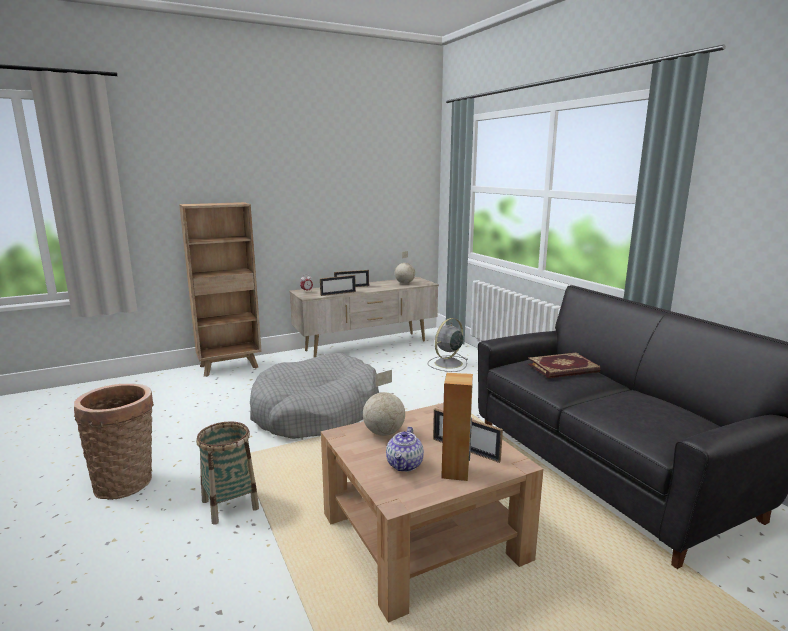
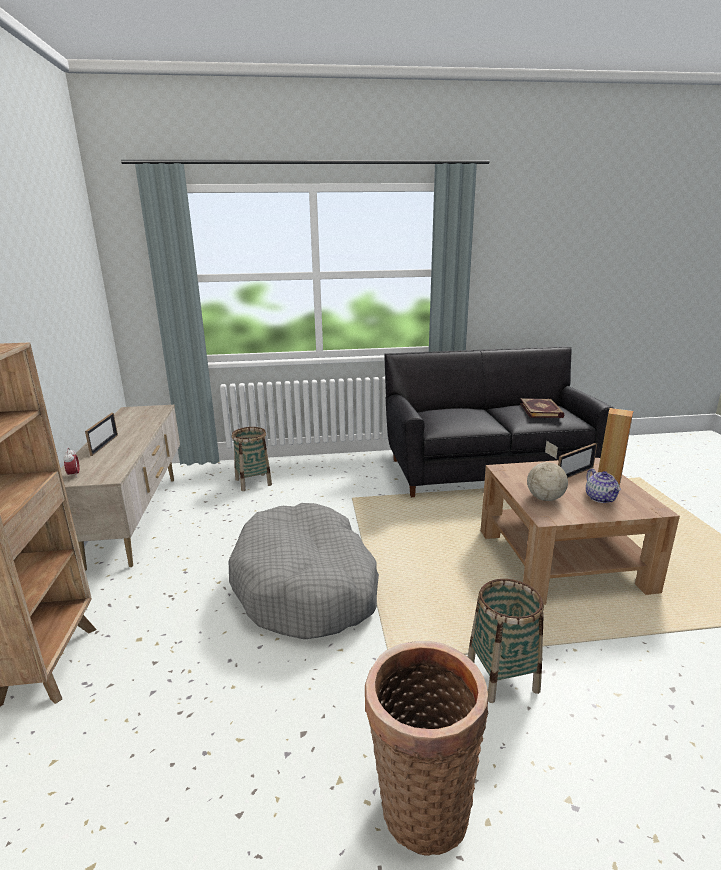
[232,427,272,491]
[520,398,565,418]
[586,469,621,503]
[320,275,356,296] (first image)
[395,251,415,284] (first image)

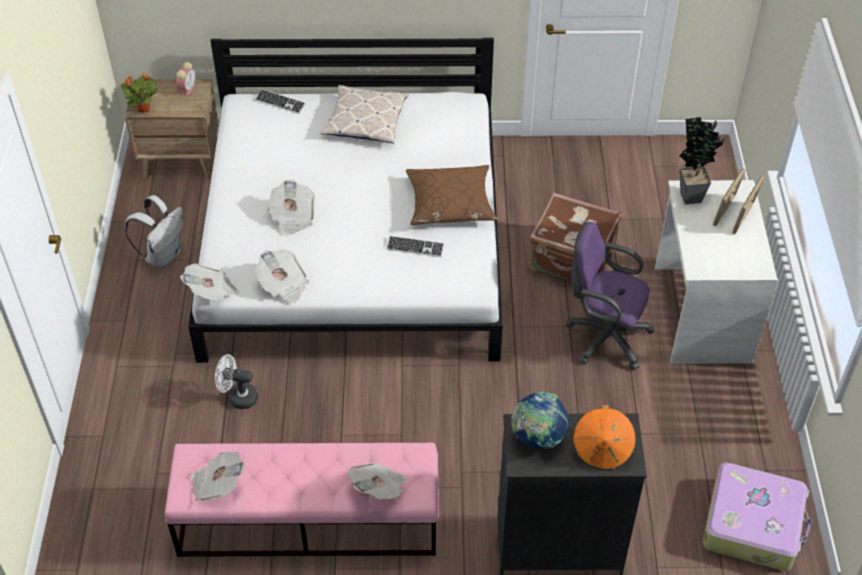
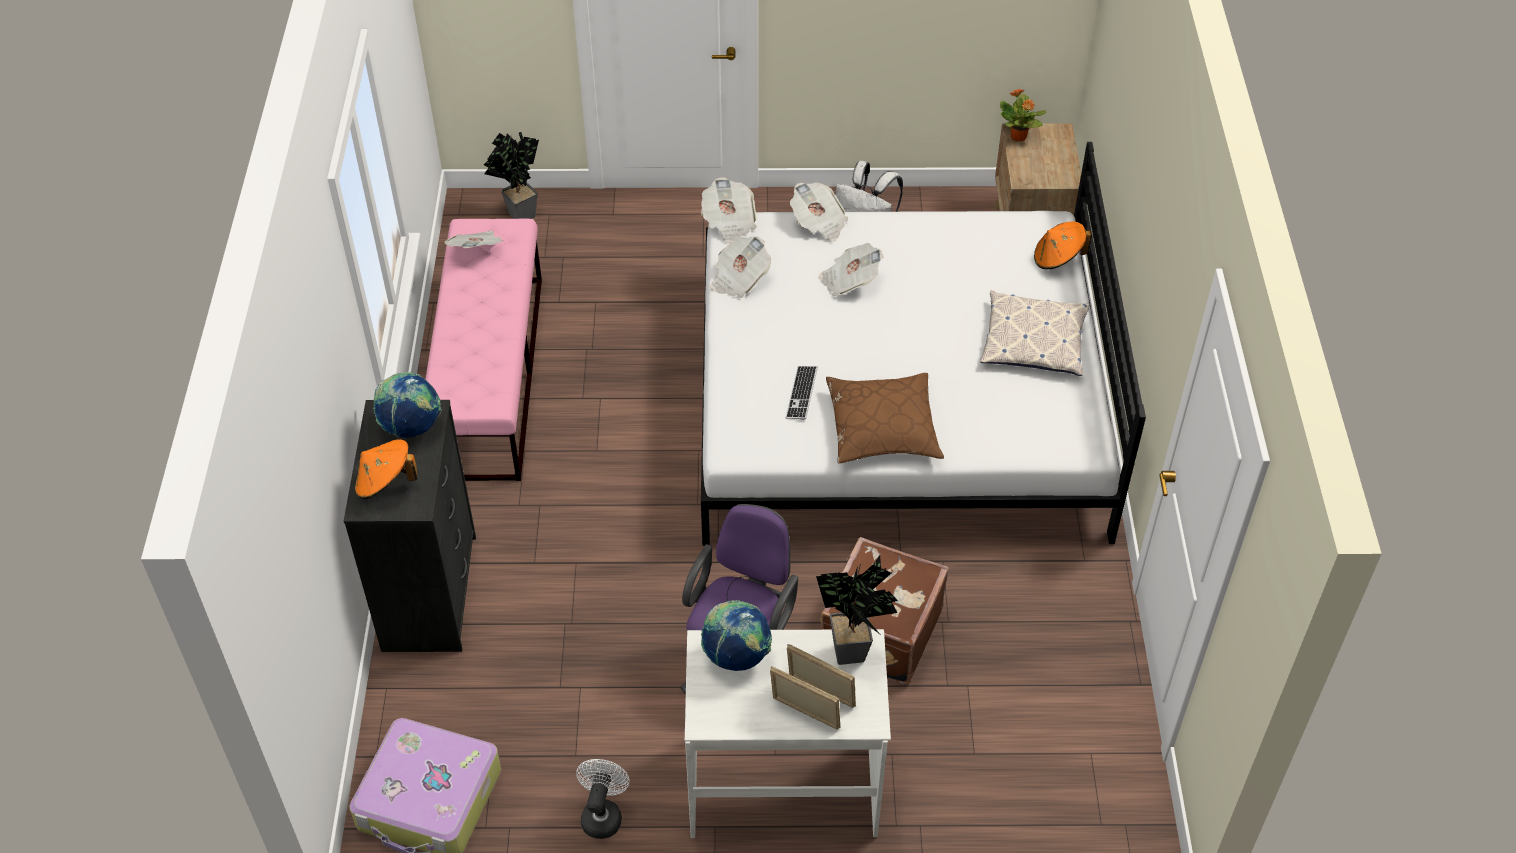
[484,132,539,219]
[576,759,630,839]
[701,600,772,671]
[790,182,848,242]
[1034,221,1091,269]
[176,62,195,96] (first image)

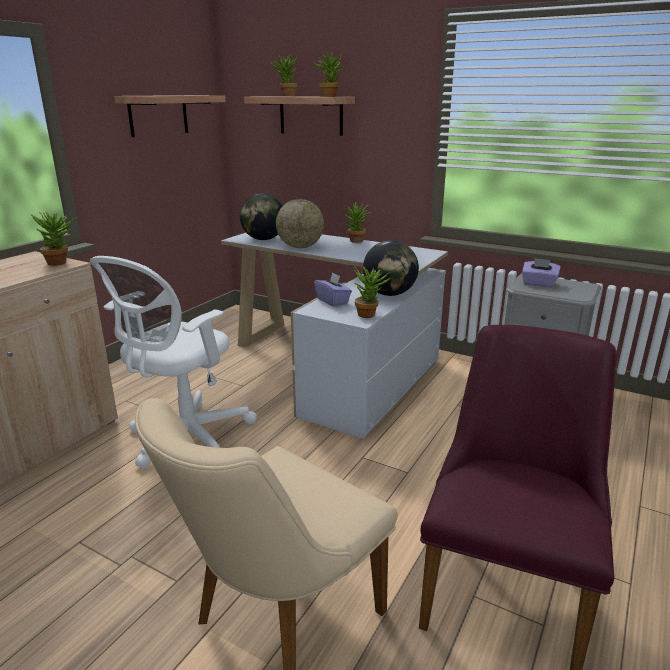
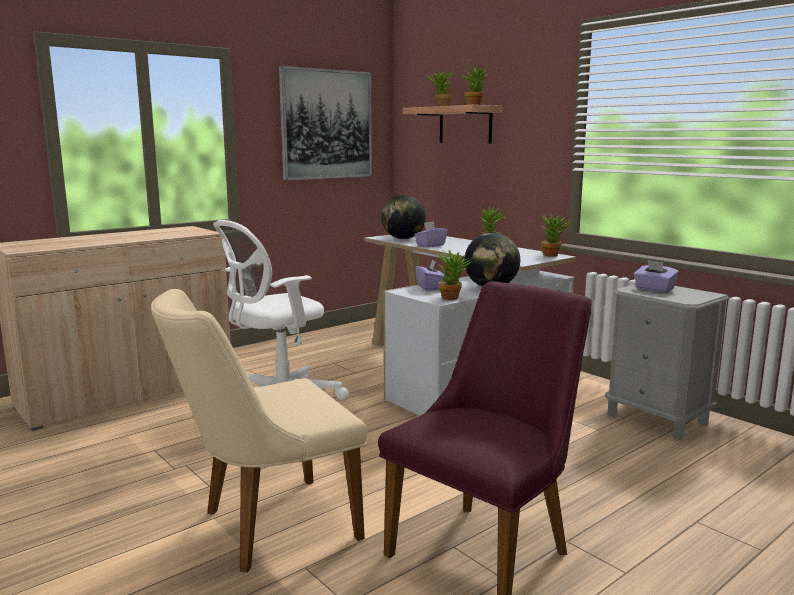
[279,66,372,180]
[414,222,448,247]
[541,213,572,257]

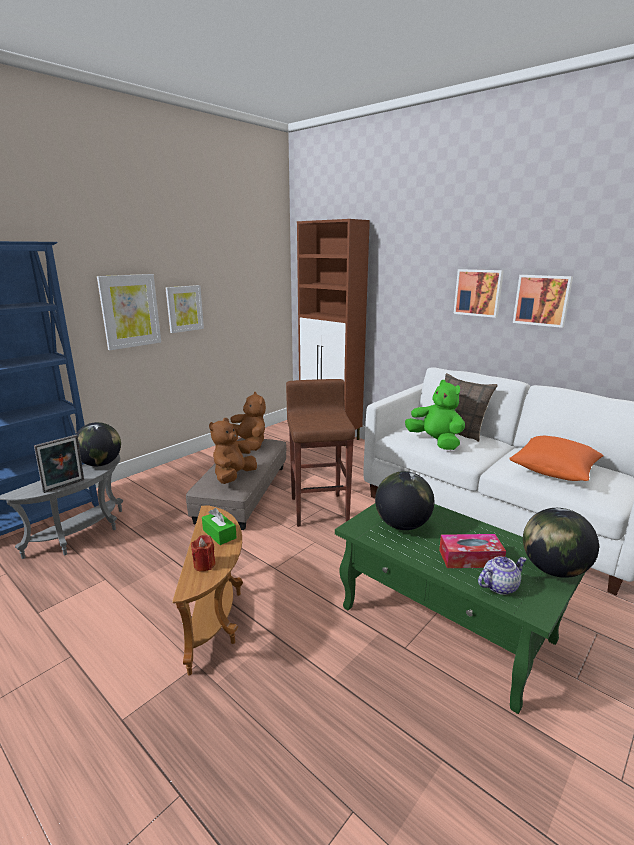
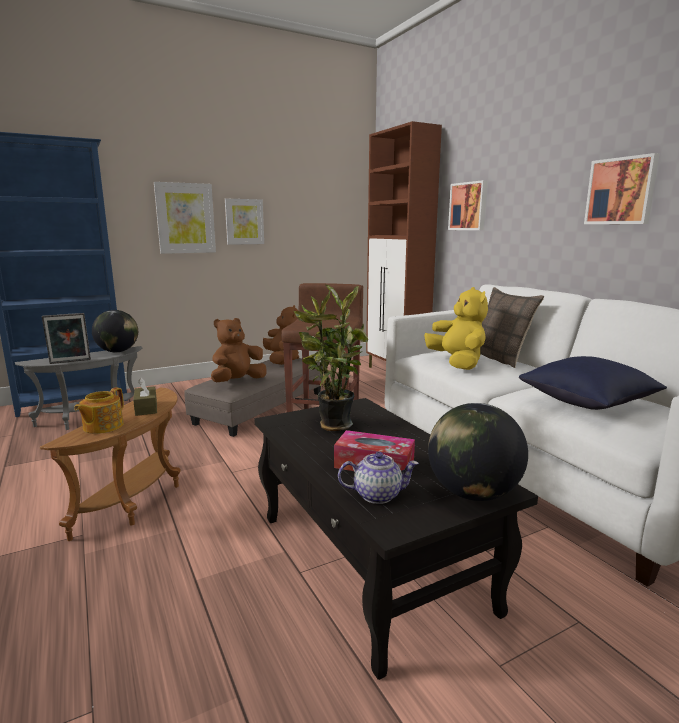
[74,387,124,434]
[133,378,157,416]
[254,398,538,680]
[294,284,368,431]
[424,287,488,370]
[448,180,488,230]
[519,356,667,410]

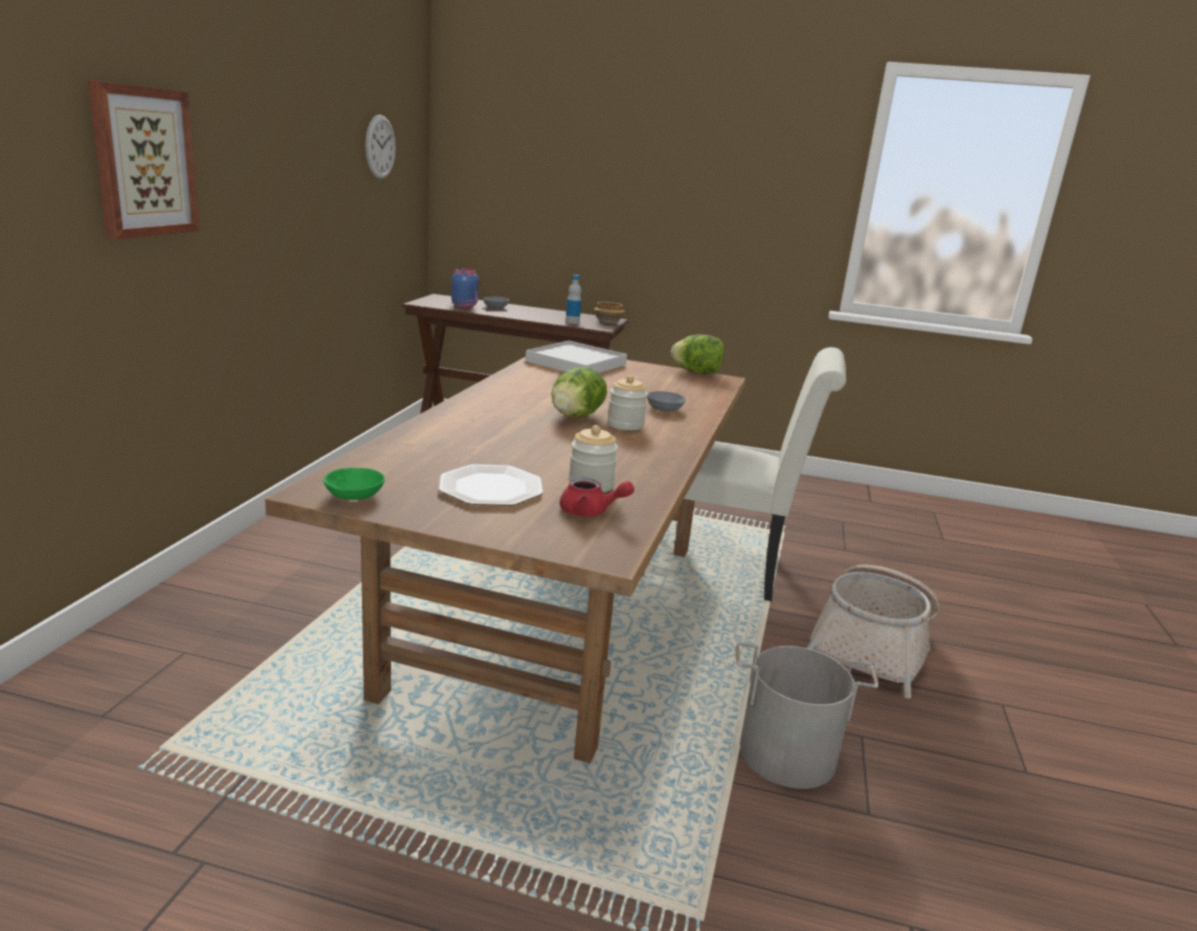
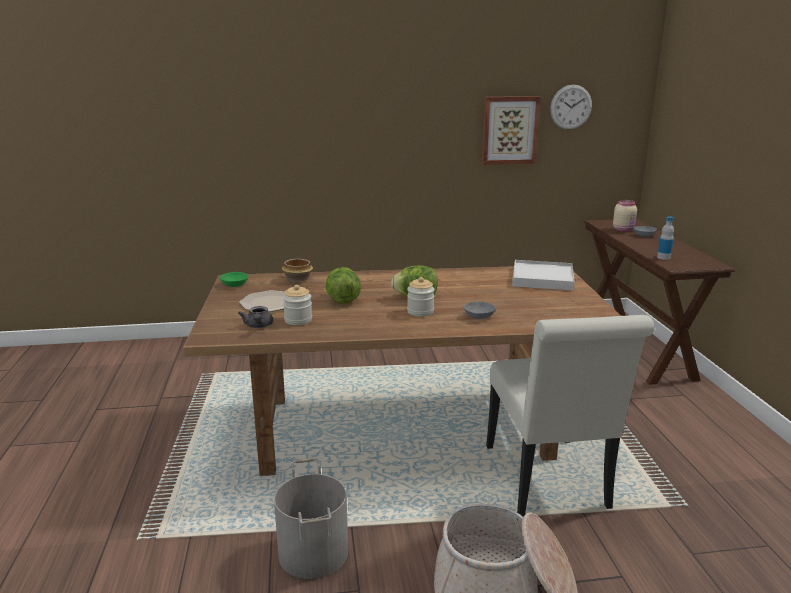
[238,306,273,328]
[282,259,313,282]
[325,267,361,304]
[482,96,541,165]
[613,200,637,232]

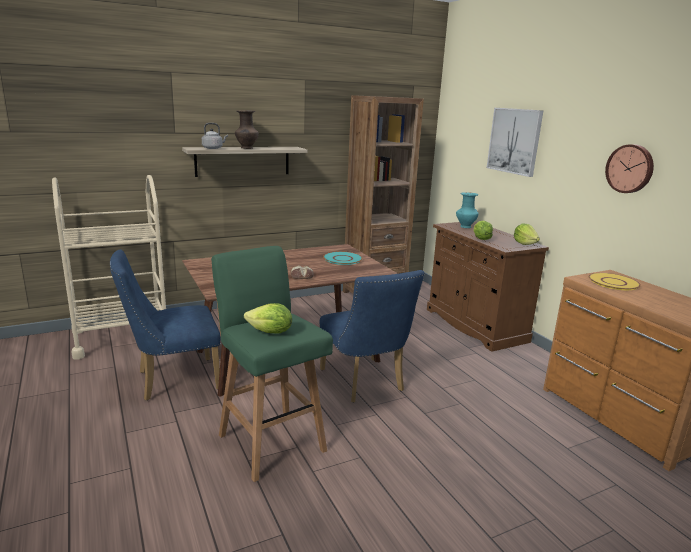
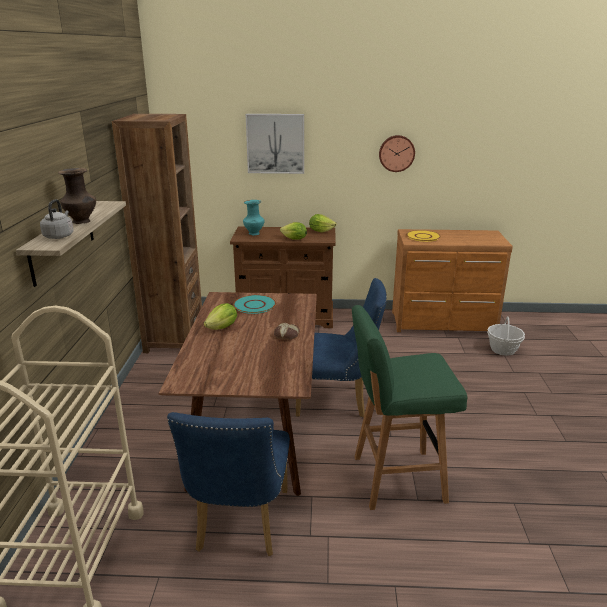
[204,303,237,330]
[487,316,525,356]

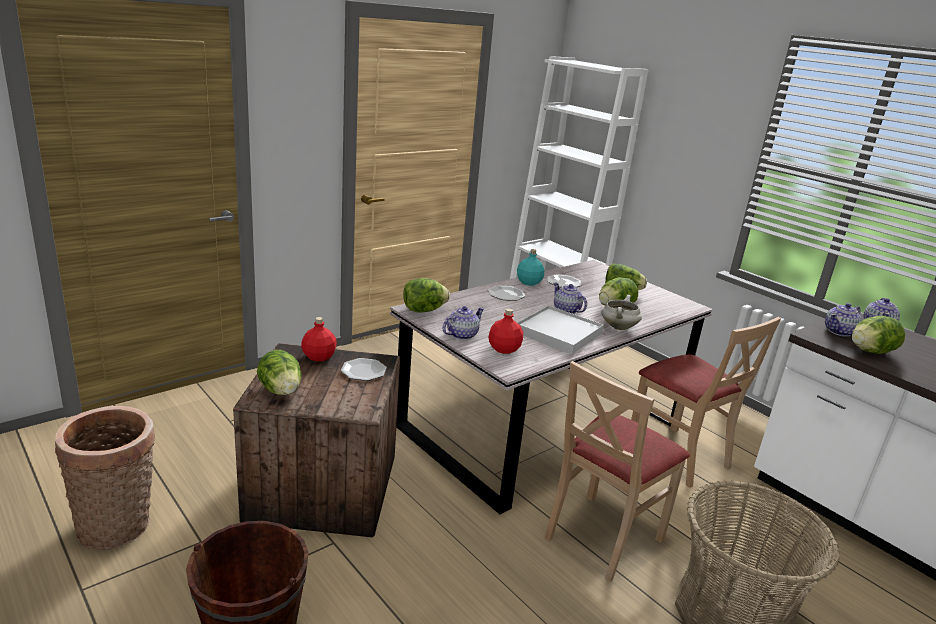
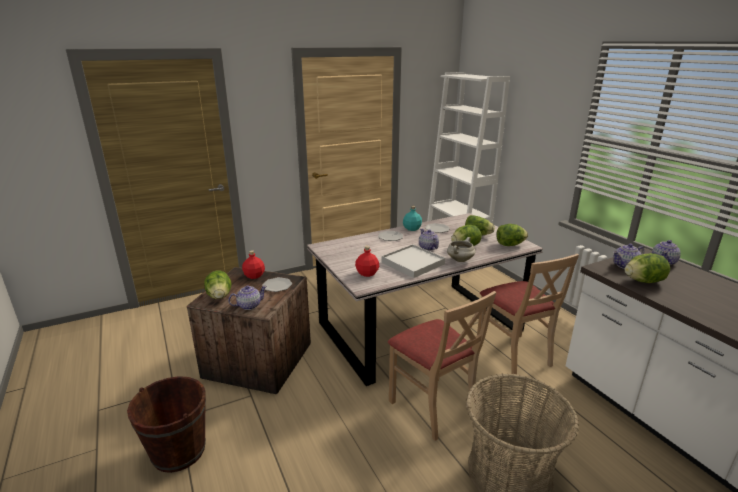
[228,285,267,310]
[388,291,496,441]
[496,224,528,246]
[55,406,155,550] (first image)

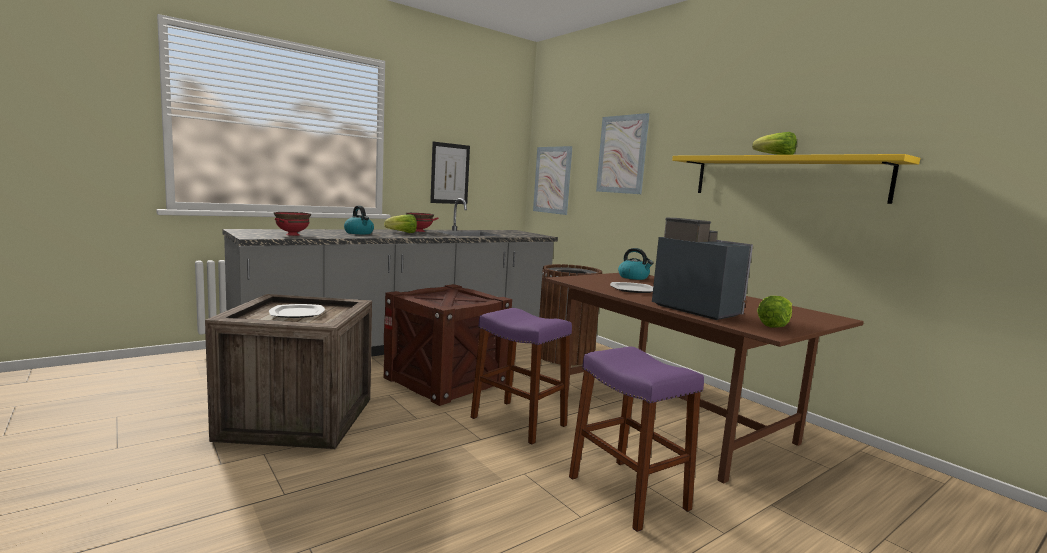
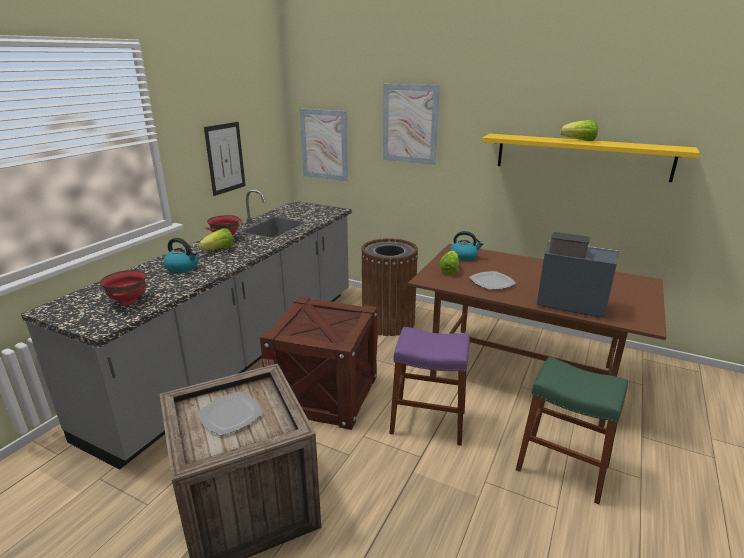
[439,251,459,275]
[516,357,628,504]

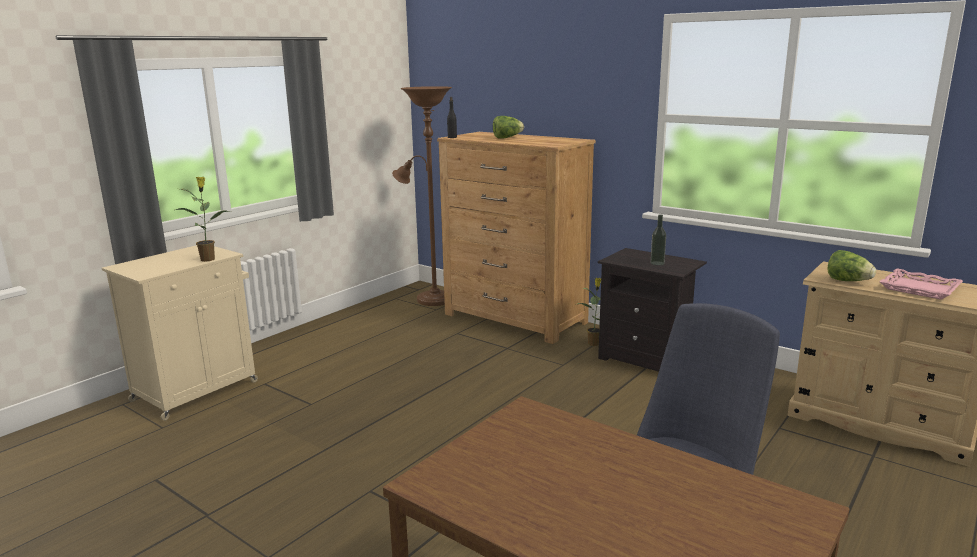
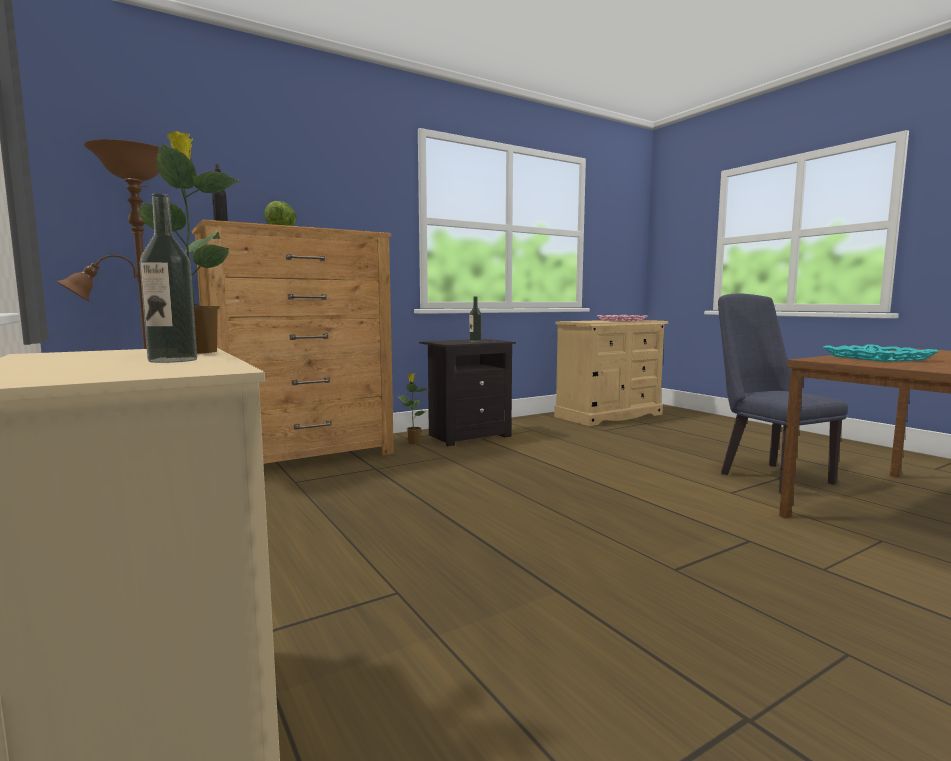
[140,193,197,363]
[823,345,939,362]
[827,250,876,281] (first image)

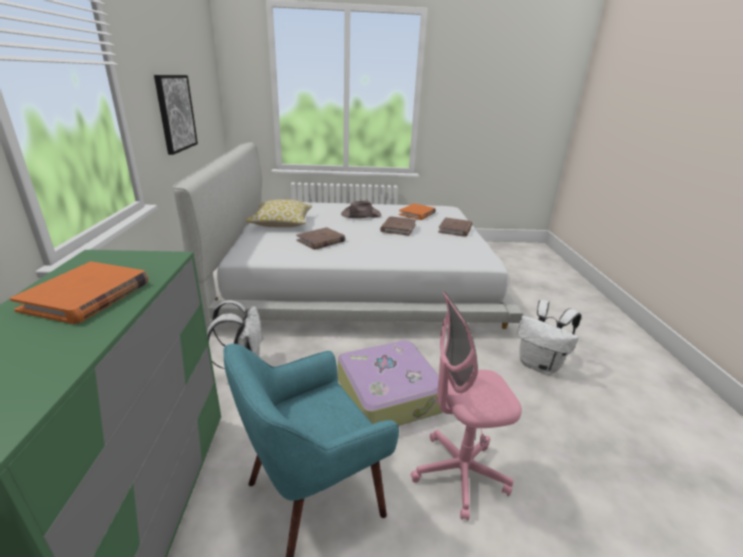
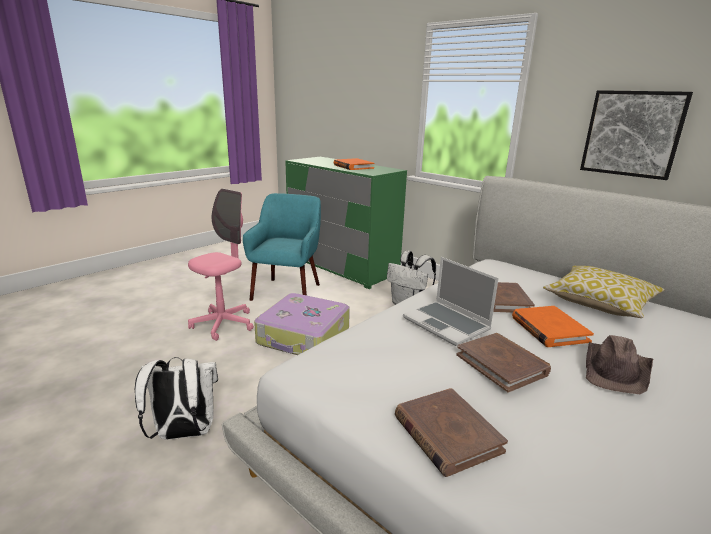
[403,257,499,346]
[512,306,594,347]

